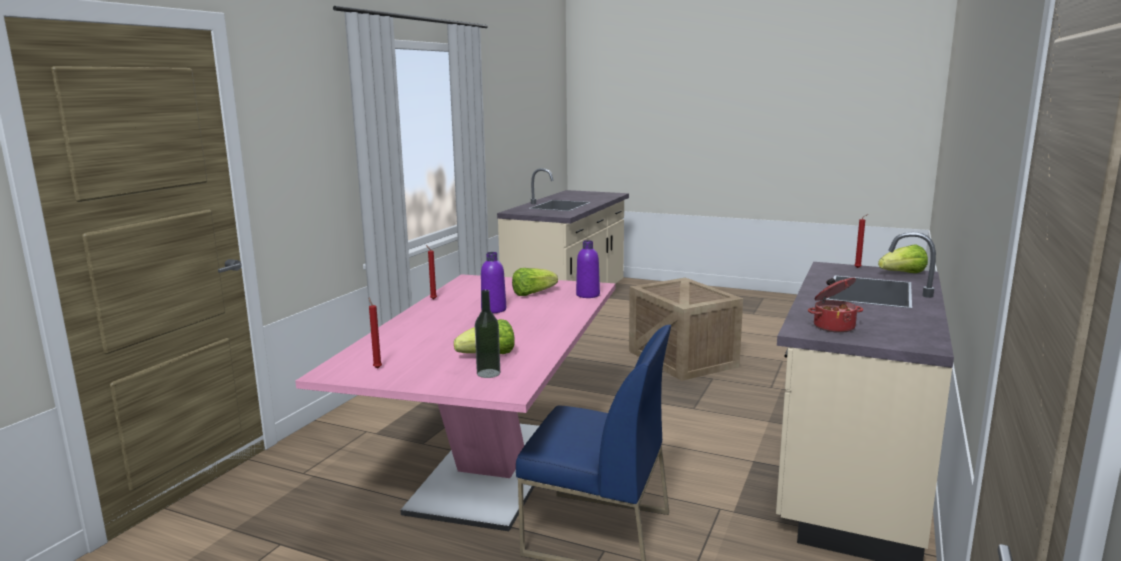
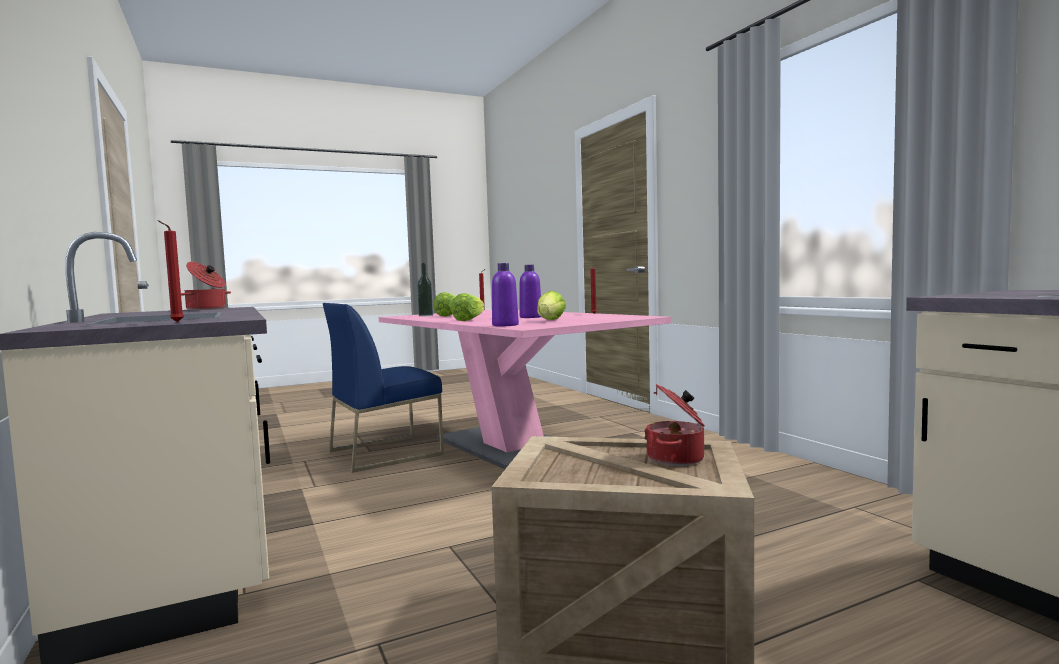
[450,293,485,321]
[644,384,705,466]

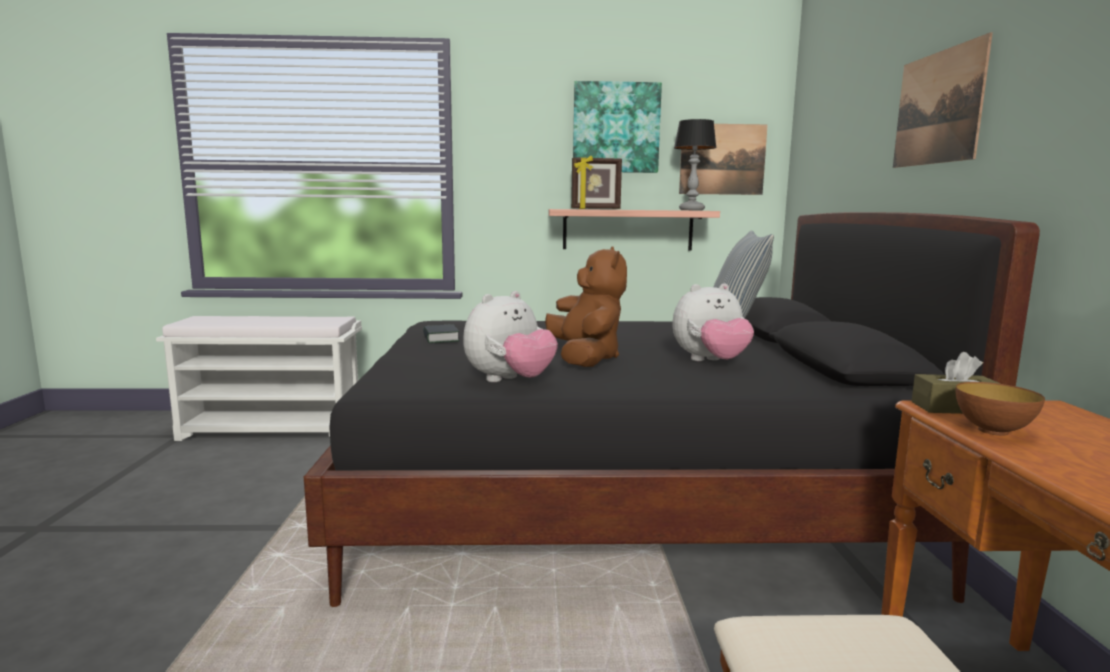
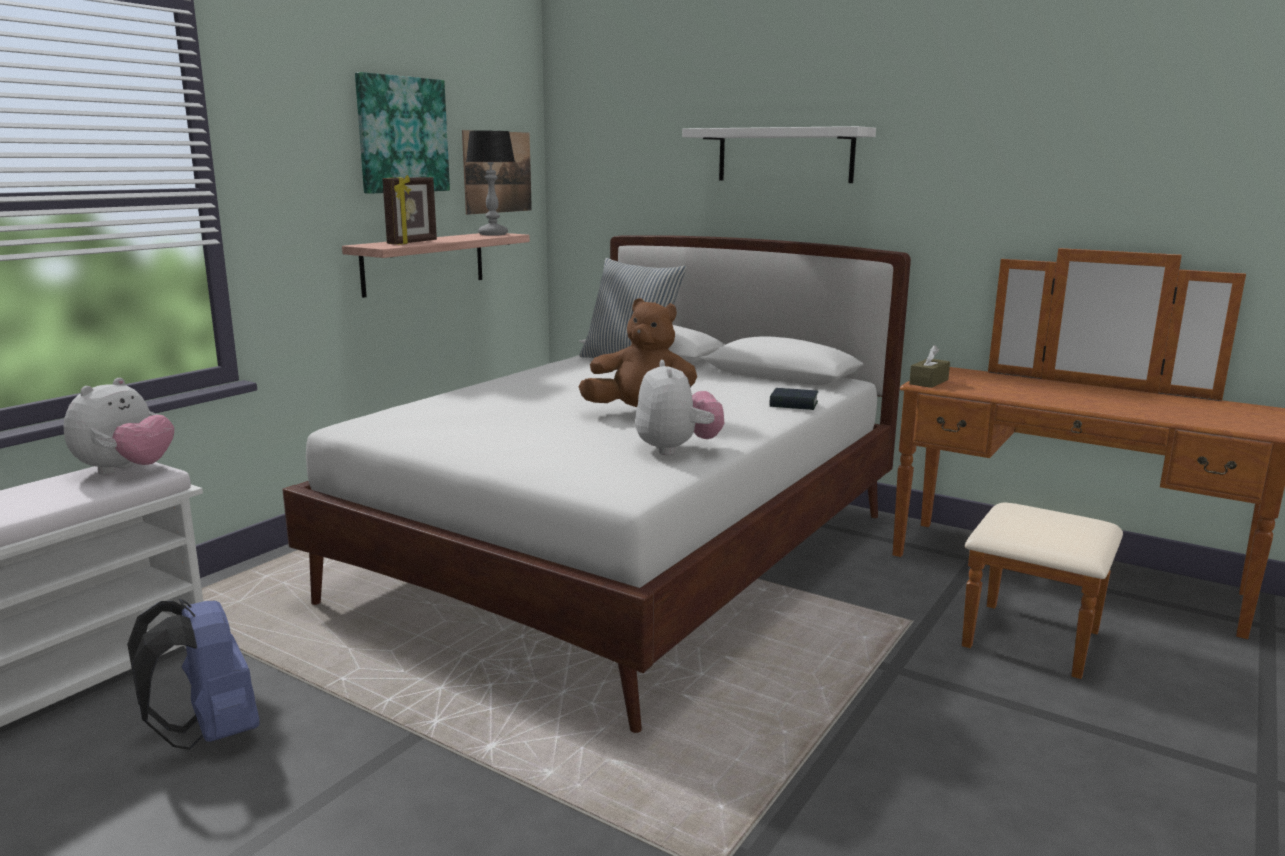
[63,378,174,475]
[127,599,260,750]
[282,235,911,733]
[682,126,876,183]
[770,388,818,410]
[956,382,1045,436] (first image)

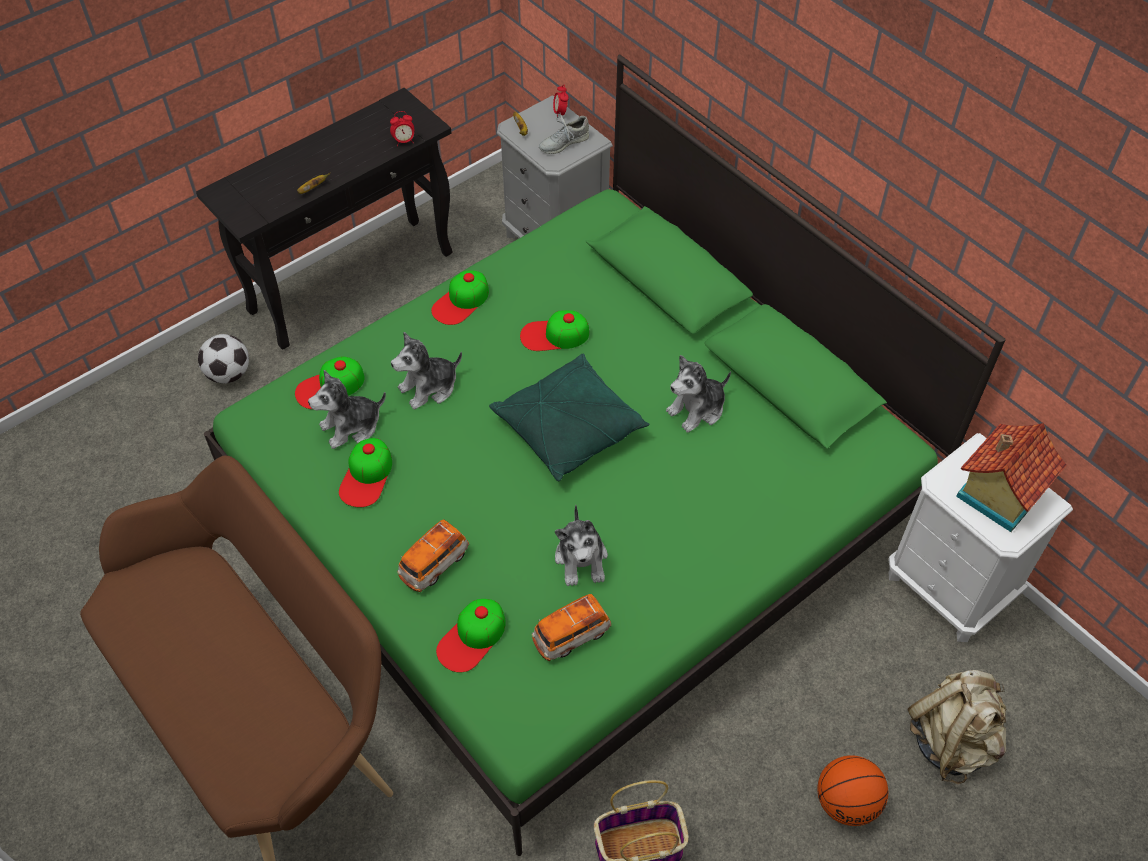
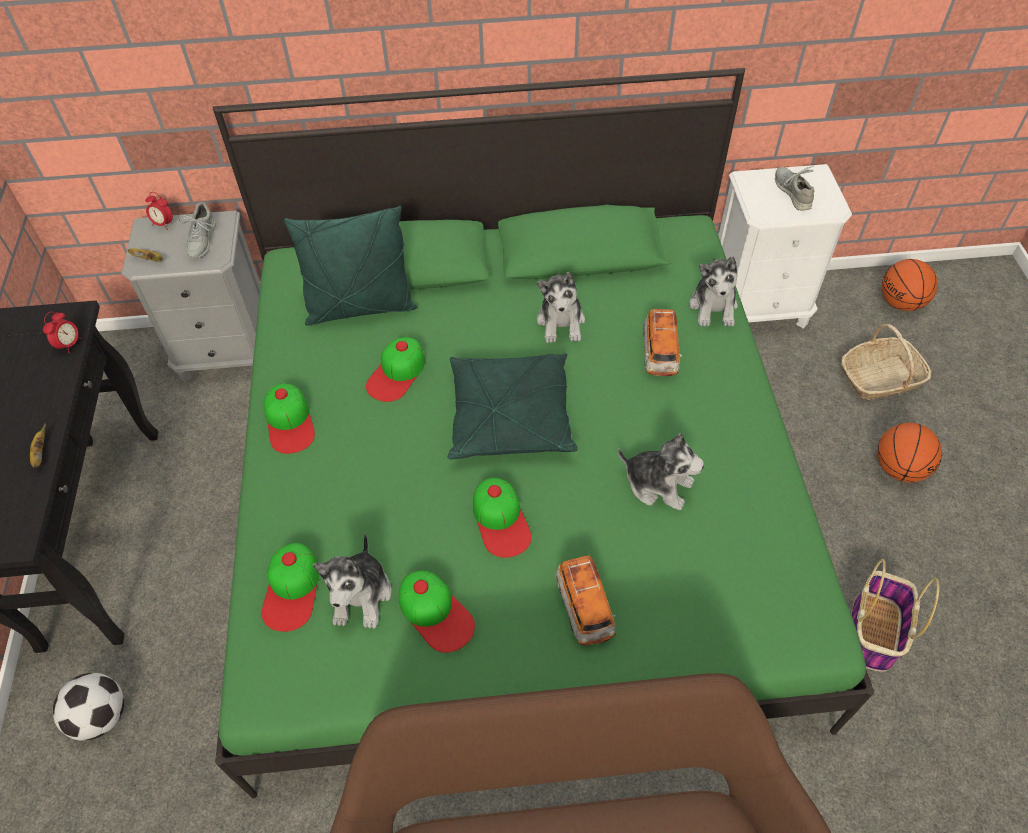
[284,206,417,325]
[473,478,532,558]
[643,309,682,376]
[690,256,738,327]
[775,166,814,211]
[841,324,931,400]
[882,259,938,311]

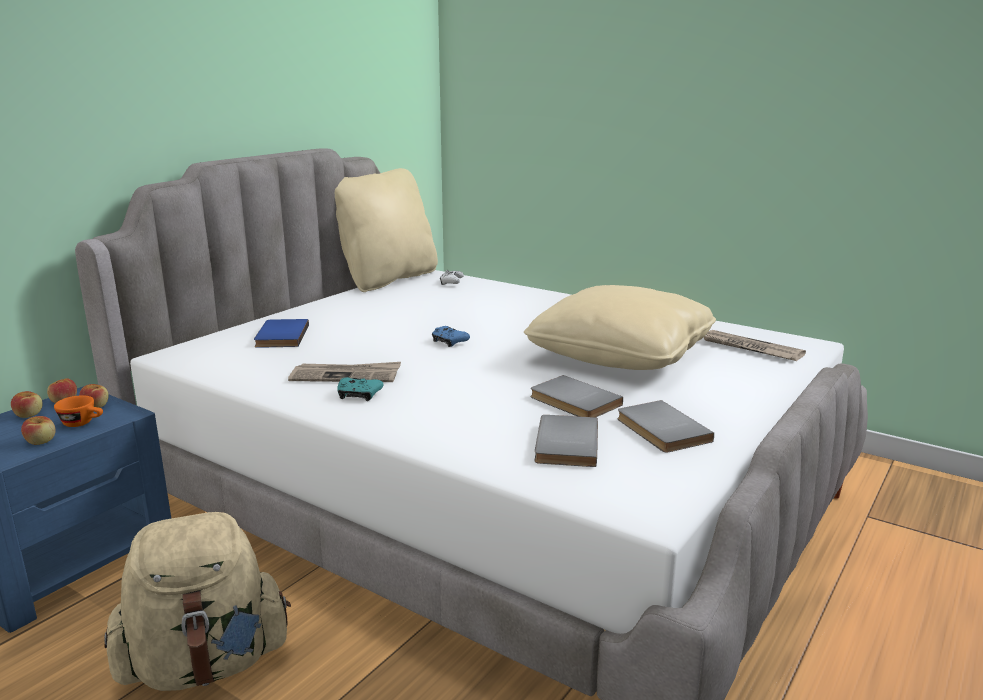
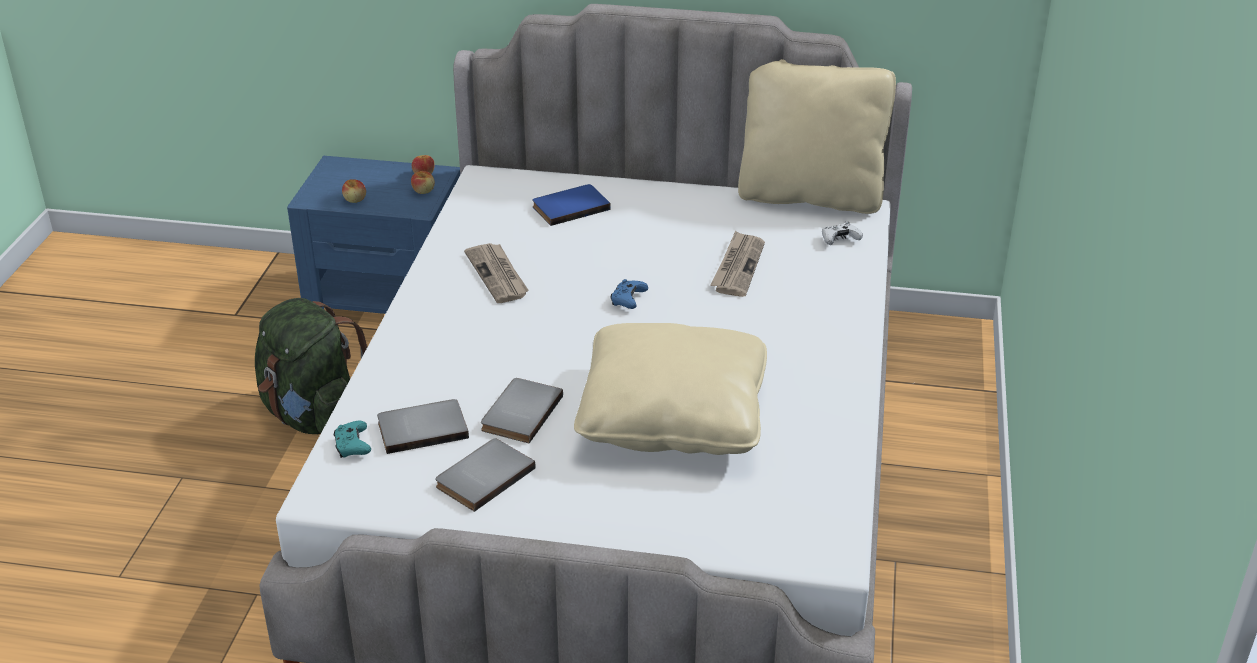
[255,298,367,434]
[334,421,371,458]
[711,230,765,297]
[11,391,42,418] (first image)
[54,395,103,427] (first image)

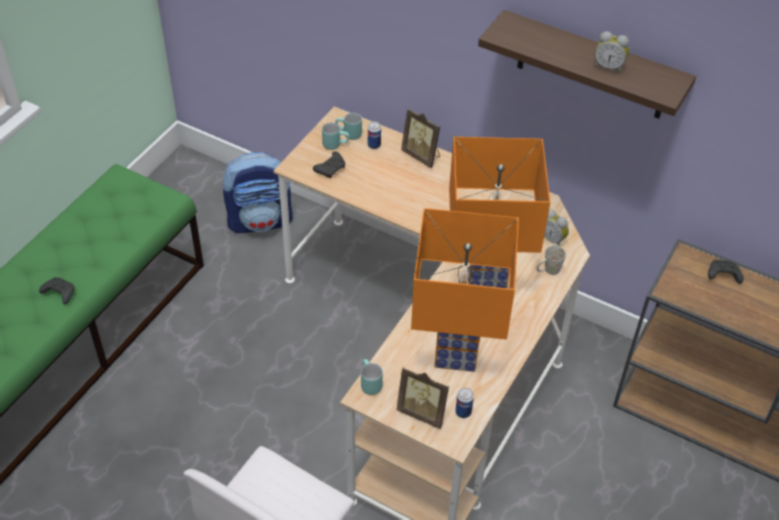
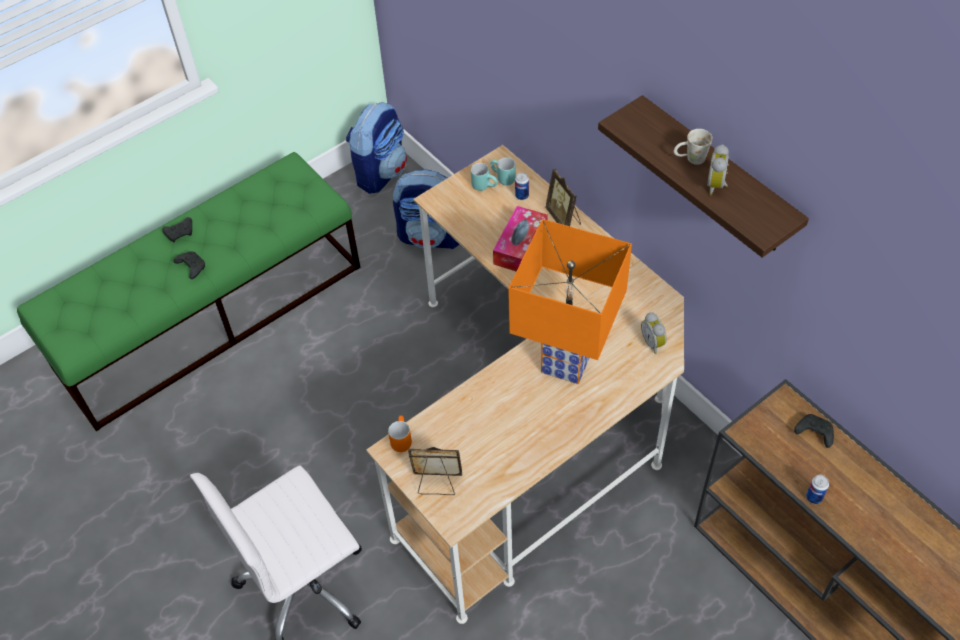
[162,217,192,242]
[346,102,407,194]
[388,415,412,452]
[408,447,462,495]
[493,206,548,271]
[674,129,713,165]
[707,144,729,195]
[806,475,829,504]
[411,208,519,372] (first image)

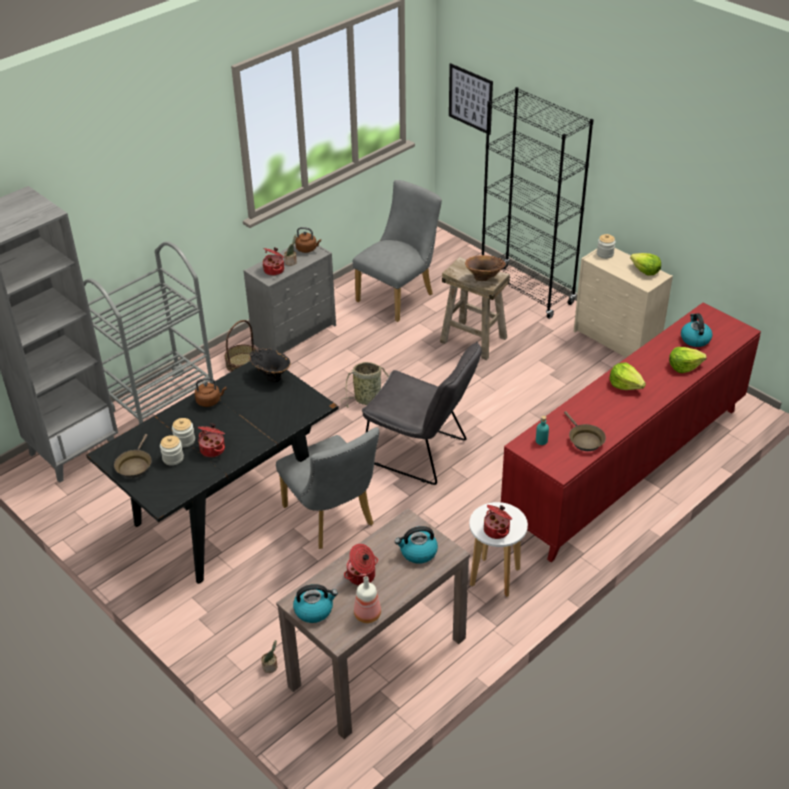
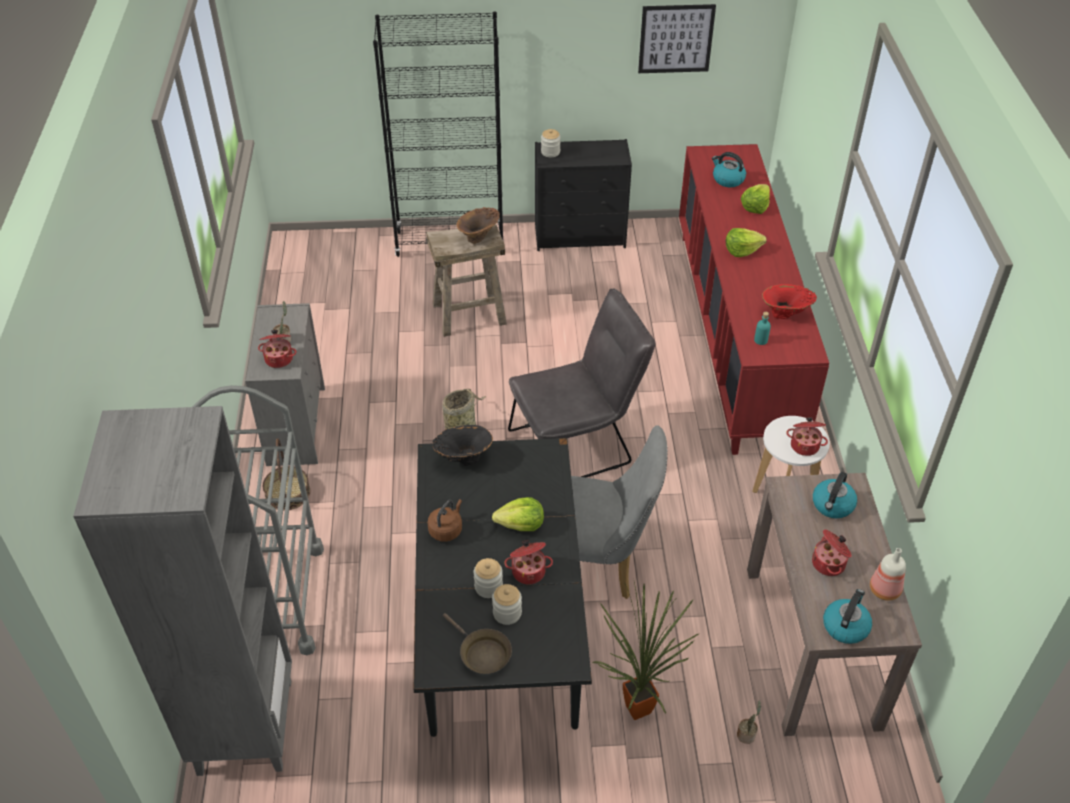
[492,497,544,531]
[535,139,632,251]
[592,582,700,720]
[638,4,716,73]
[762,284,817,319]
[295,227,321,253] (first image)
[353,180,442,322] (first image)

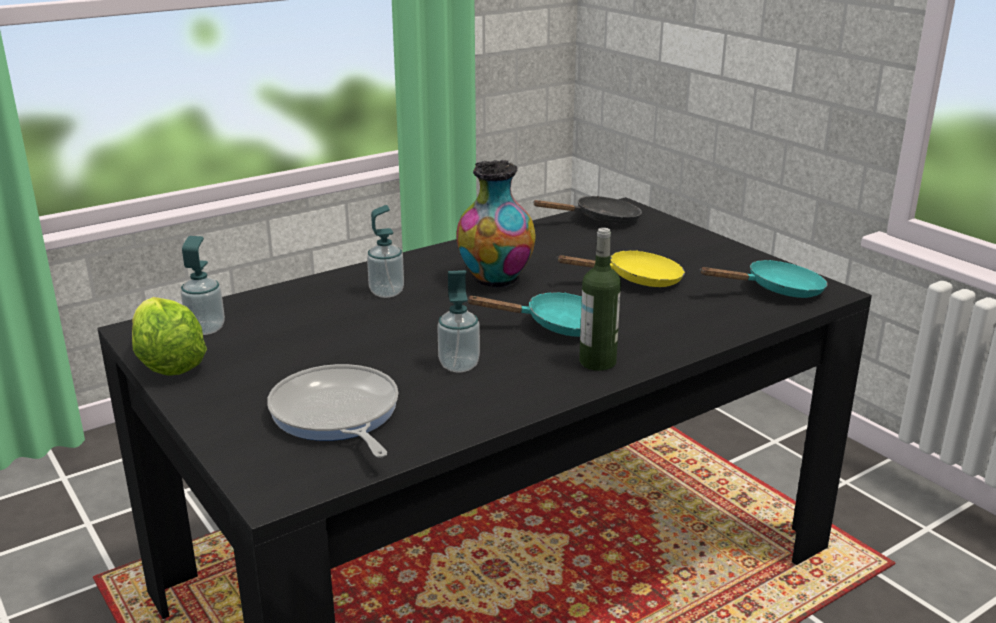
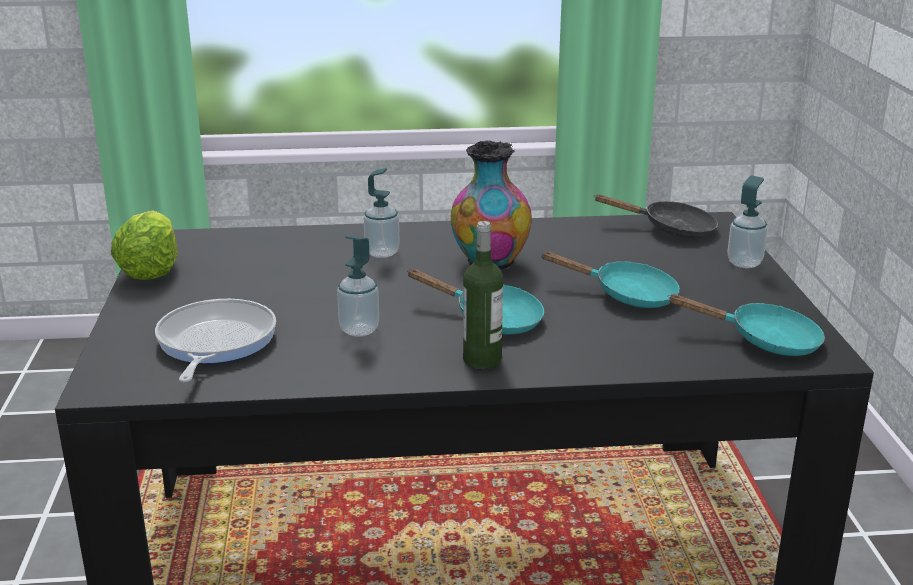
[540,251,680,308]
[727,176,768,268]

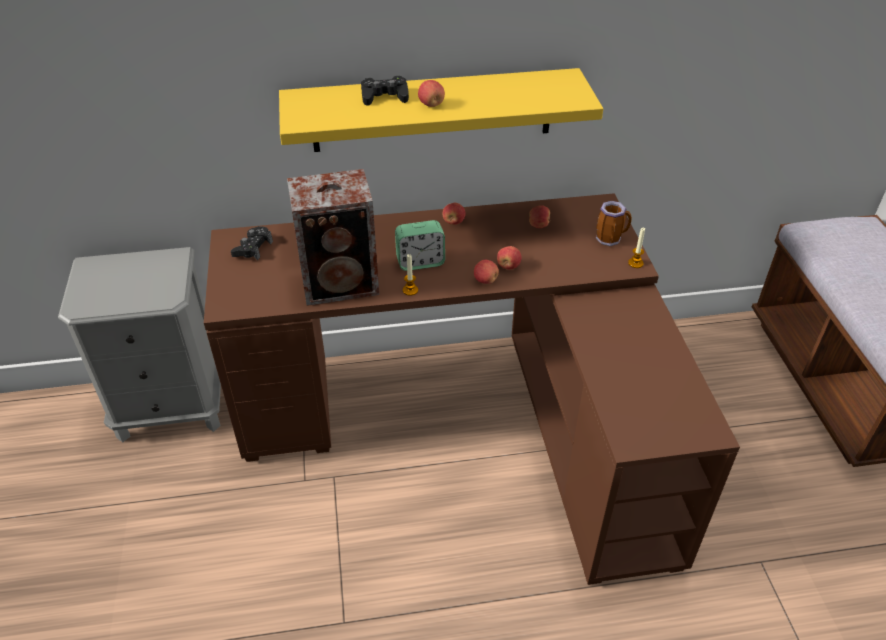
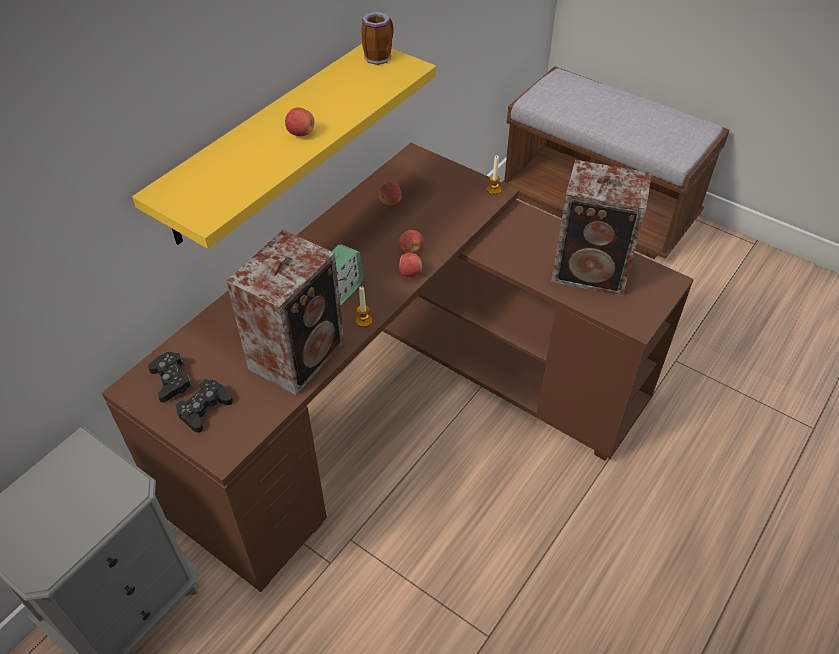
[175,379,233,433]
[361,11,394,65]
[551,160,652,296]
[443,203,466,225] (first image)

